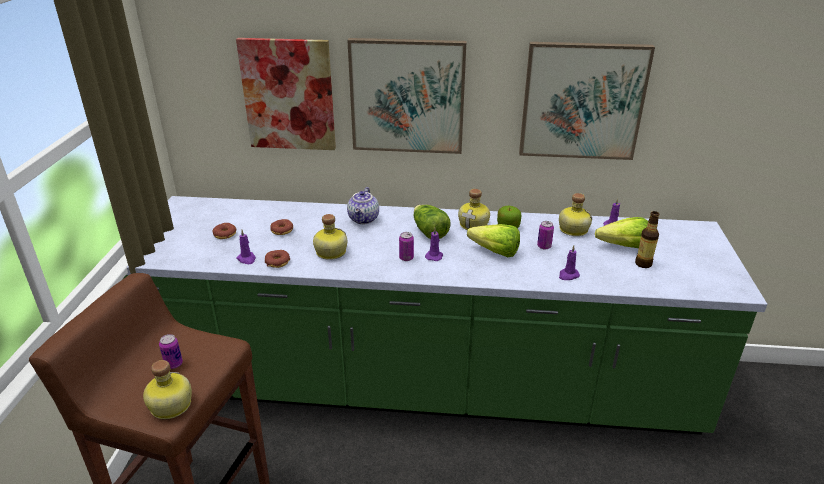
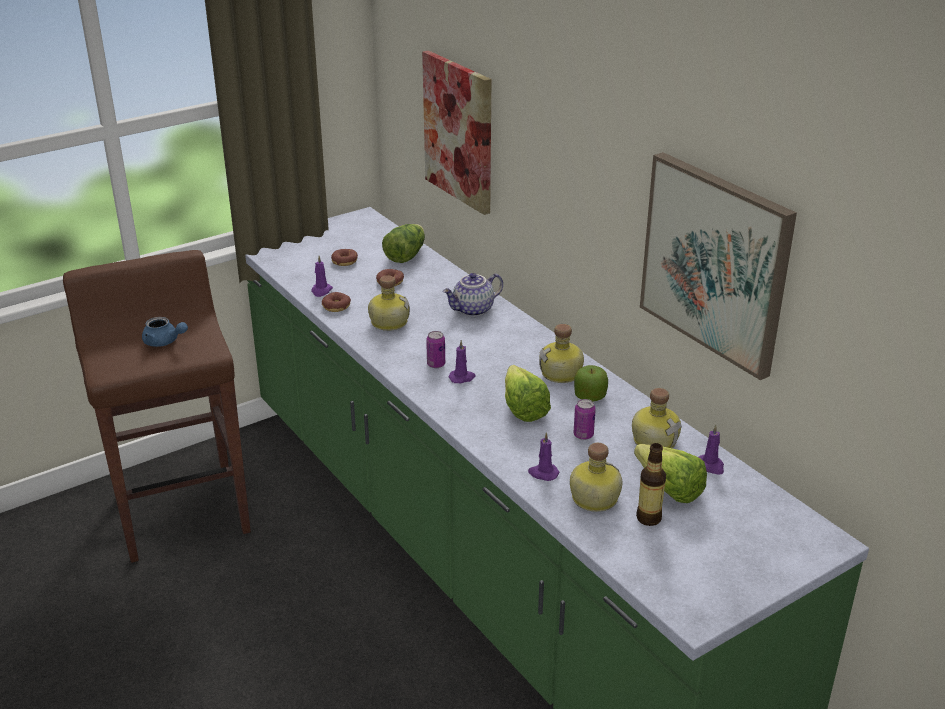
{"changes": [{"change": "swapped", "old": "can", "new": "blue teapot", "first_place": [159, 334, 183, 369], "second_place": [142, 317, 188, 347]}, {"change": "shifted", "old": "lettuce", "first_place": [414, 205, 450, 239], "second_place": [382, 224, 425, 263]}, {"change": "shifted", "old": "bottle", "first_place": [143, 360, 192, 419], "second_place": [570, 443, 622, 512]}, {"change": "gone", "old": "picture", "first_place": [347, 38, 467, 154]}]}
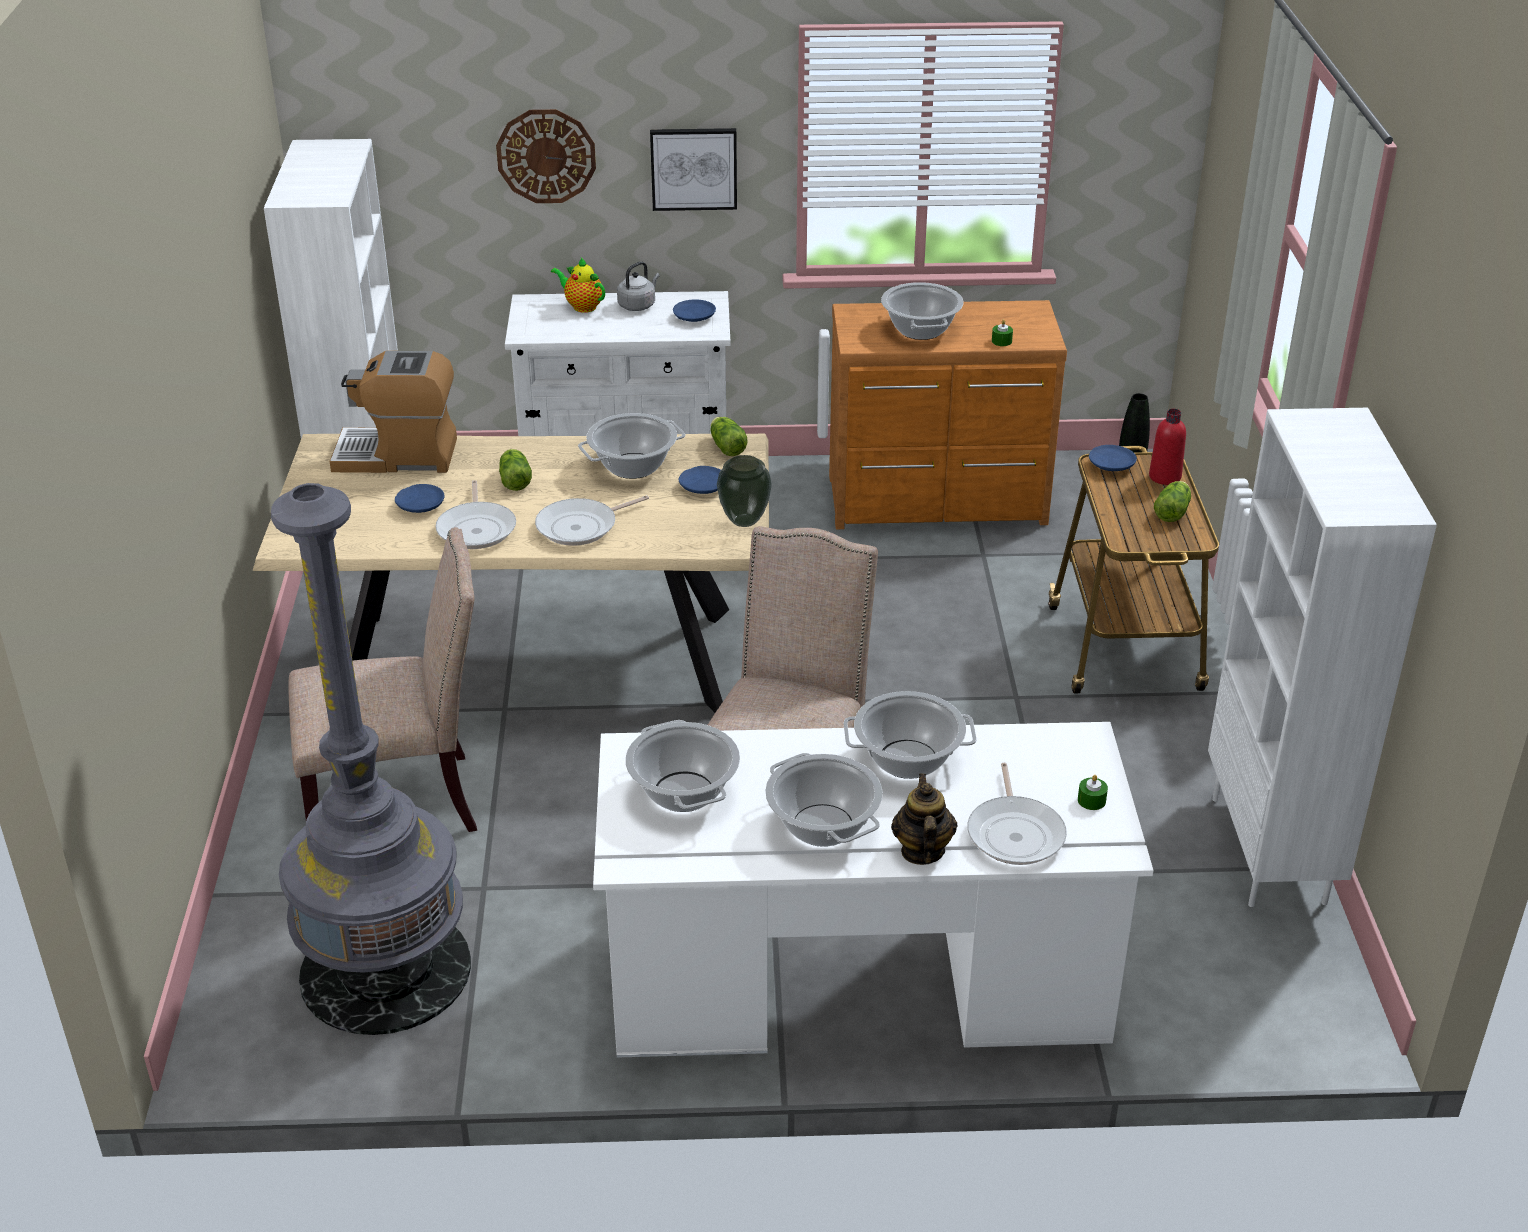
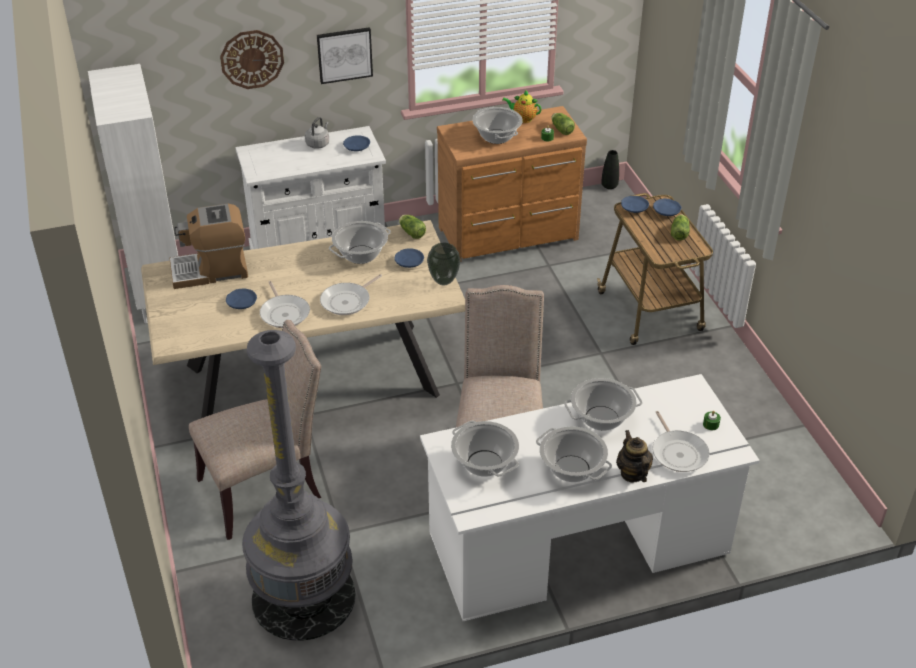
{"changes": [{"change": "shifted", "old": "teapot", "first_place": [551, 258, 605, 313], "second_place": [502, 90, 542, 123]}, {"change": "shifted", "old": "lettuce", "first_place": [499, 449, 532, 491], "second_place": [551, 113, 575, 135]}, {"change": "swapped", "old": "red bottle", "new": "blue plate", "first_place": [1149, 409, 1186, 485], "second_place": [653, 198, 681, 216]}, {"change": "gone", "old": "white bookcase", "first_place": [1208, 408, 1437, 907]}]}
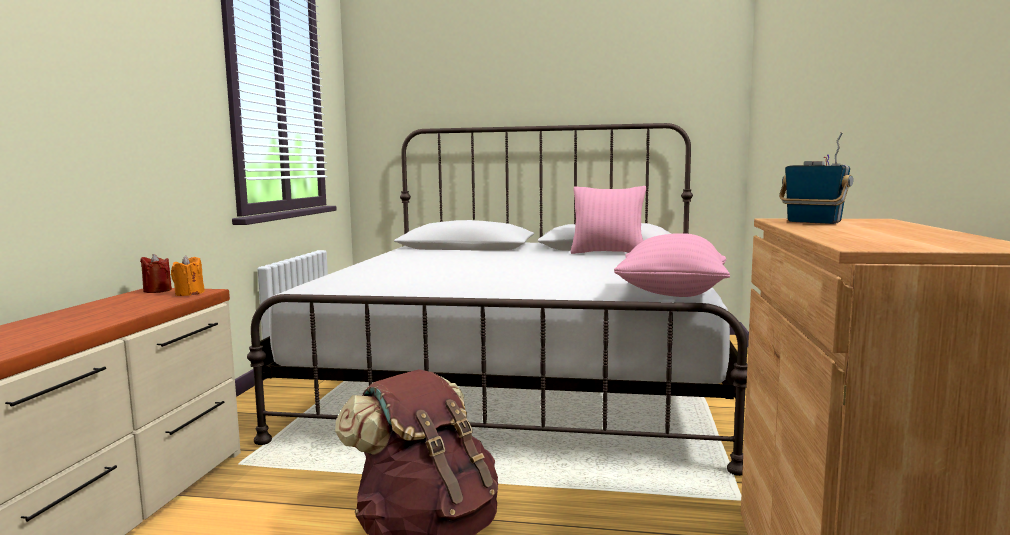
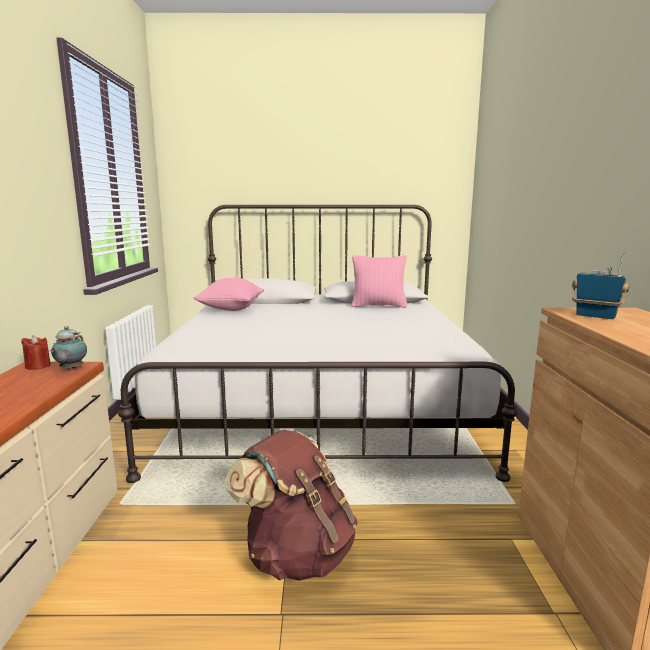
{"changes": [{"change": "swapped", "old": "orange candle", "new": "teapot", "first_place": [171, 255, 204, 296], "second_place": [50, 326, 87, 370]}, {"change": "shifted", "old": "pink pillow", "first_place": [614, 233, 730, 297], "second_place": [194, 277, 264, 311]}]}
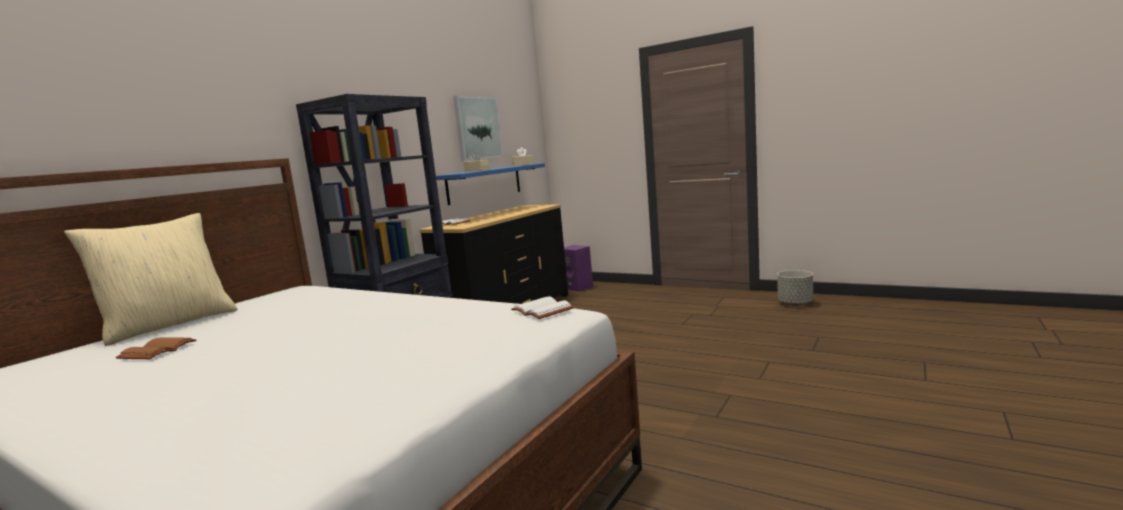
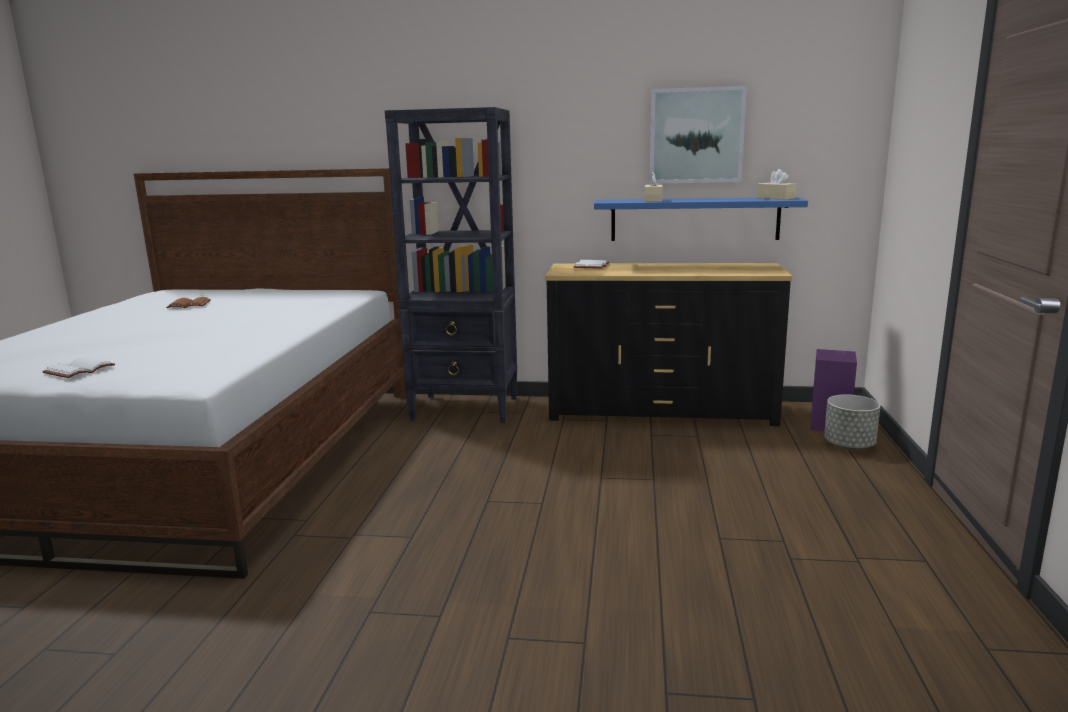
{"changes": [{"change": "shifted", "old": "white book", "first_place": [511, 296, 574, 319], "second_place": [42, 357, 115, 378]}, {"change": "shifted", "old": "grey planter", "first_place": [777, 270, 813, 306], "second_place": [824, 394, 881, 450]}, {"change": "gone", "old": "beige pillow", "first_place": [64, 213, 237, 346]}]}
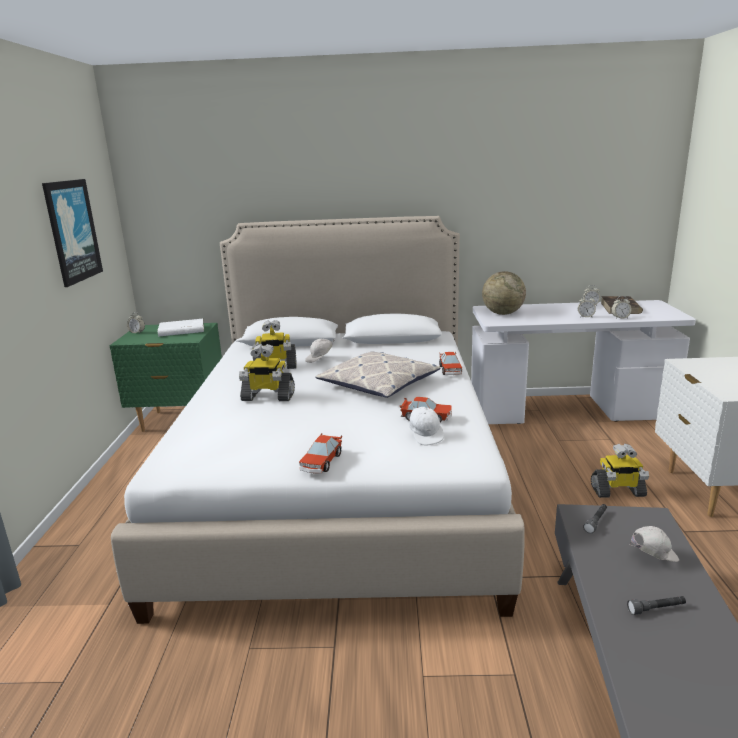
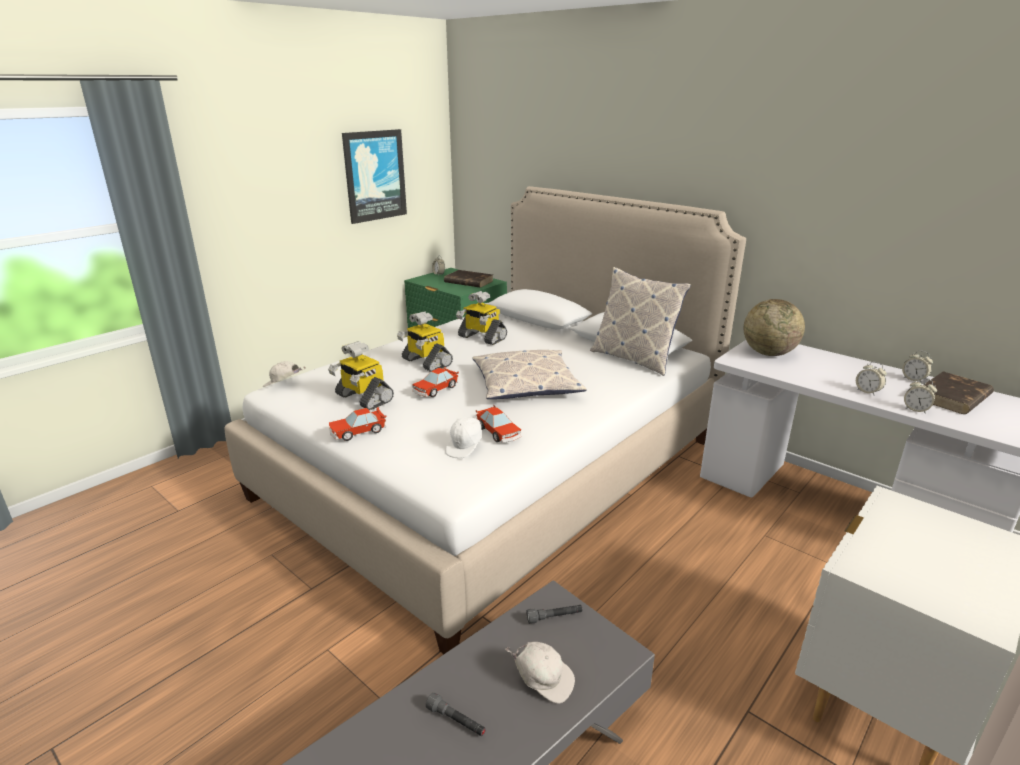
{"changes": [{"change": "shifted", "old": "white cap", "first_place": [305, 339, 335, 363], "second_place": [263, 361, 306, 387]}, {"change": "shifted", "old": "toy robot", "first_place": [591, 444, 649, 498], "second_place": [328, 341, 394, 410]}, {"change": "shifted", "old": "toy car", "first_place": [439, 352, 462, 375], "second_place": [412, 367, 459, 397]}, {"change": "repainted", "old": "white book", "new": "brown book", "first_place": [158, 319, 204, 337], "second_place": [444, 270, 493, 288]}, {"change": "new", "new": "pillow", "second_place": [590, 267, 691, 376]}]}
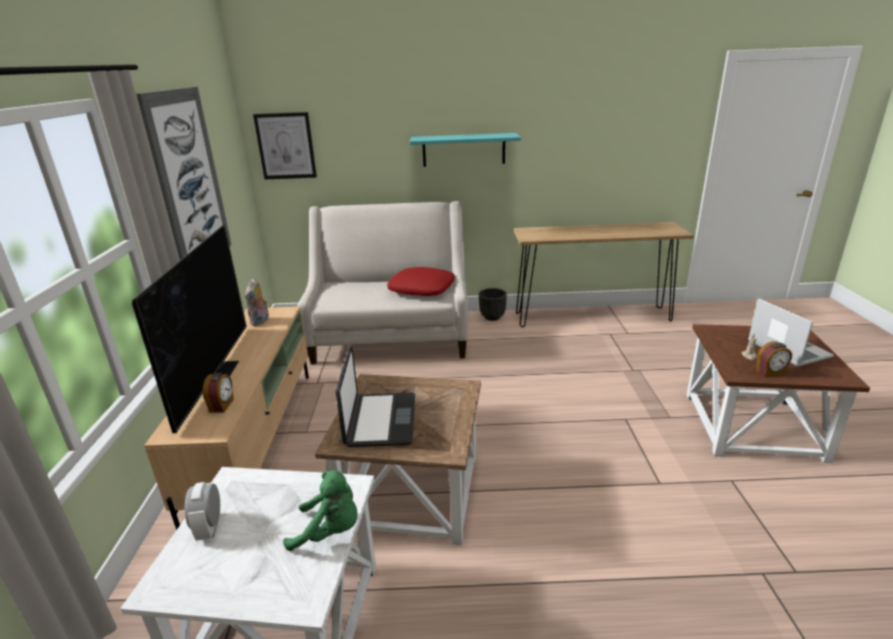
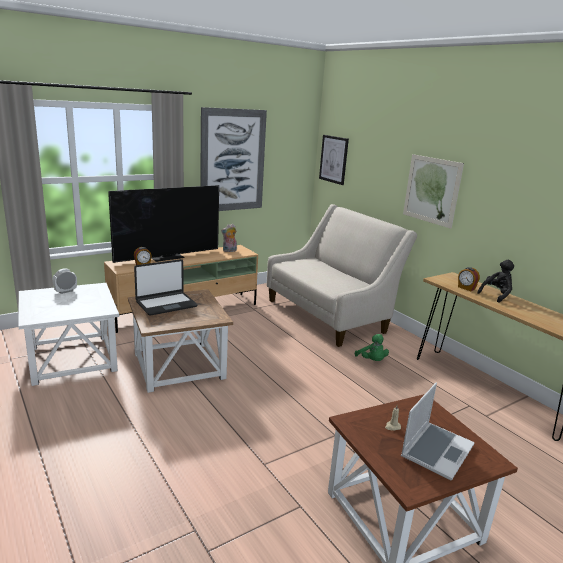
{"changes": [{"change": "shifted", "old": "green plush toy", "first_place": [283, 470, 358, 551], "second_place": [355, 334, 389, 361]}, {"change": "swapped", "old": "turquoise shelf", "new": "picture", "first_place": [410, 133, 521, 167], "second_place": [403, 154, 464, 229]}, {"change": "shifted", "old": "alarm clock", "first_place": [756, 341, 792, 377], "second_place": [458, 267, 480, 291]}, {"change": "new", "new": "black plush toy", "second_place": [477, 260, 514, 303]}, {"change": "gone", "old": "red pillow", "first_place": [387, 267, 455, 296]}, {"change": "gone", "old": "black planter", "first_place": [479, 288, 507, 321]}]}
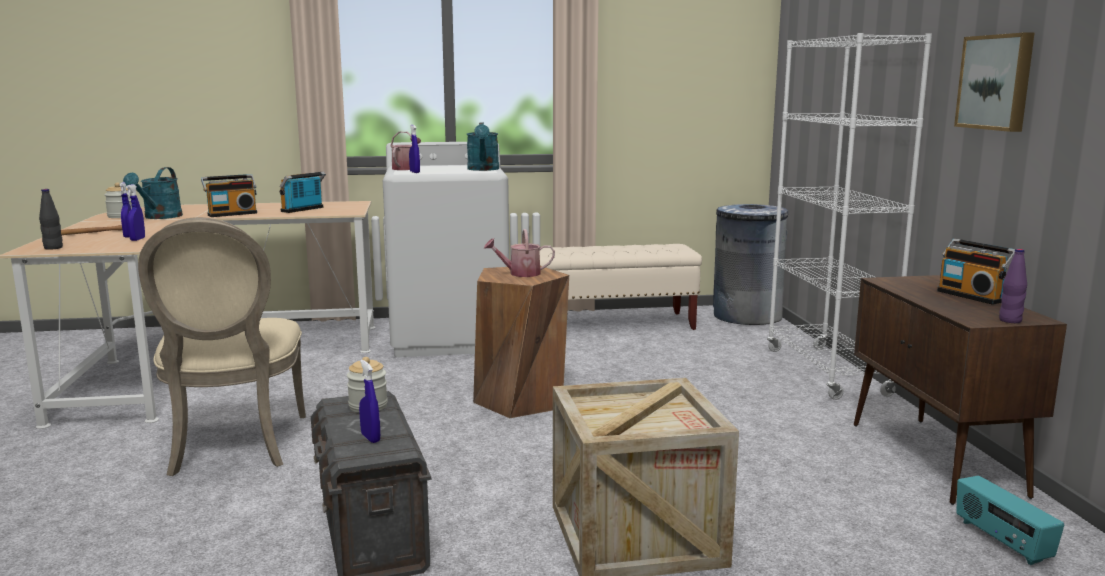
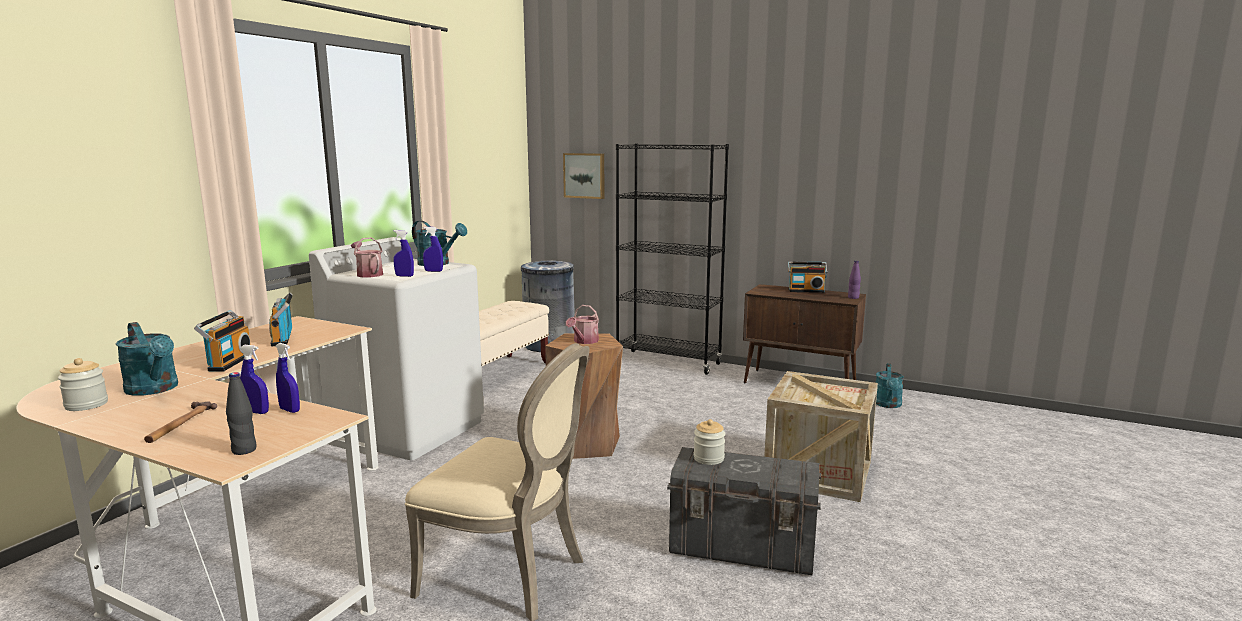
{"changes": [{"change": "shifted", "old": "blue spray bottle", "first_place": [359, 360, 380, 443], "second_place": [423, 227, 443, 272]}, {"change": "shifted", "old": "picture", "first_place": [954, 33, 1034, 132], "second_place": [563, 153, 605, 199]}, {"change": "repainted", "old": "white bookcase", "new": "black bookcase", "first_place": [767, 33, 932, 400], "second_place": [616, 144, 729, 375]}, {"change": "swapped", "old": "radio", "new": "turquoise watering can", "first_place": [956, 476, 1064, 565], "second_place": [875, 363, 904, 408]}]}
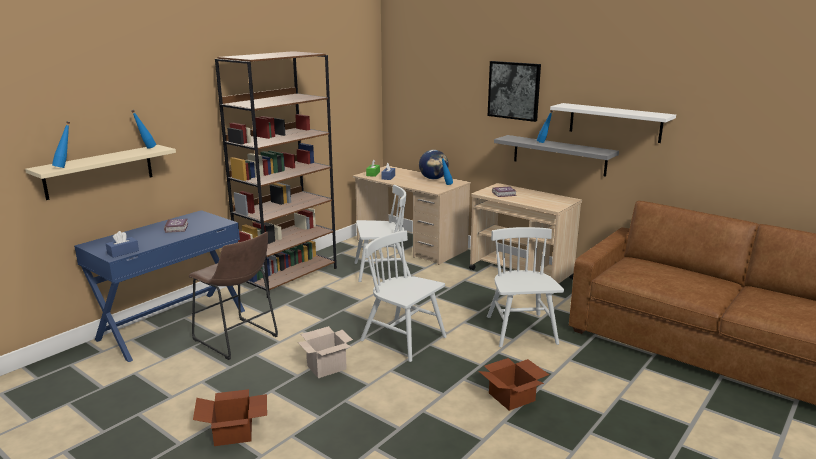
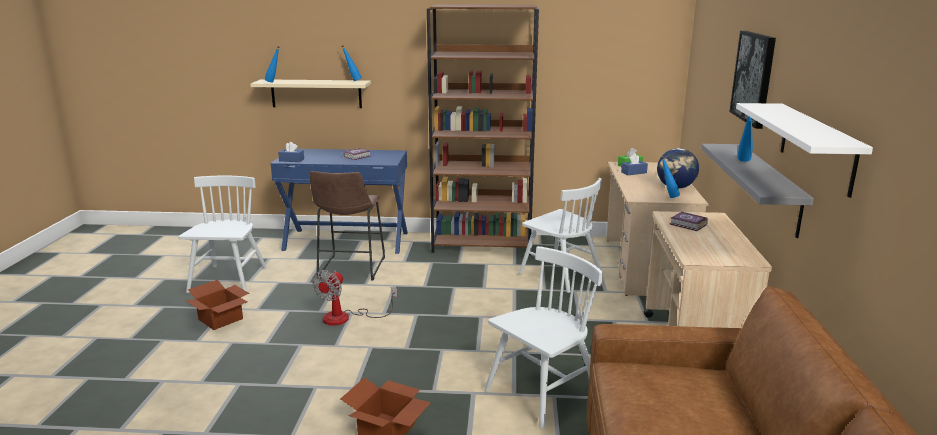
{"changes": [{"change": "shifted", "old": "white chair", "first_place": [360, 230, 447, 362], "second_place": [178, 176, 267, 293]}, {"change": "swapped", "old": "cardboard box", "new": "fan", "first_place": [298, 326, 353, 378], "second_place": [313, 270, 397, 325]}]}
